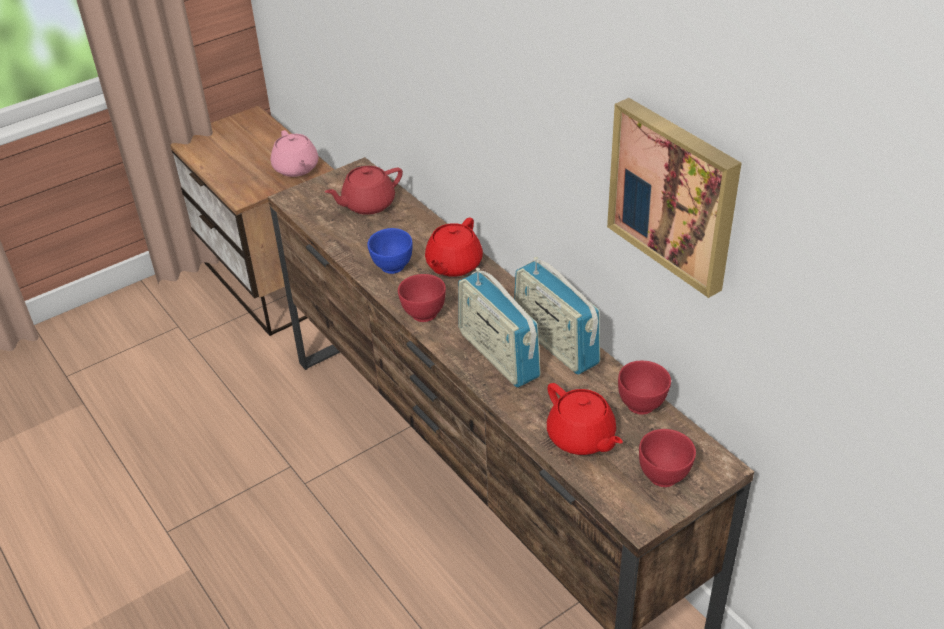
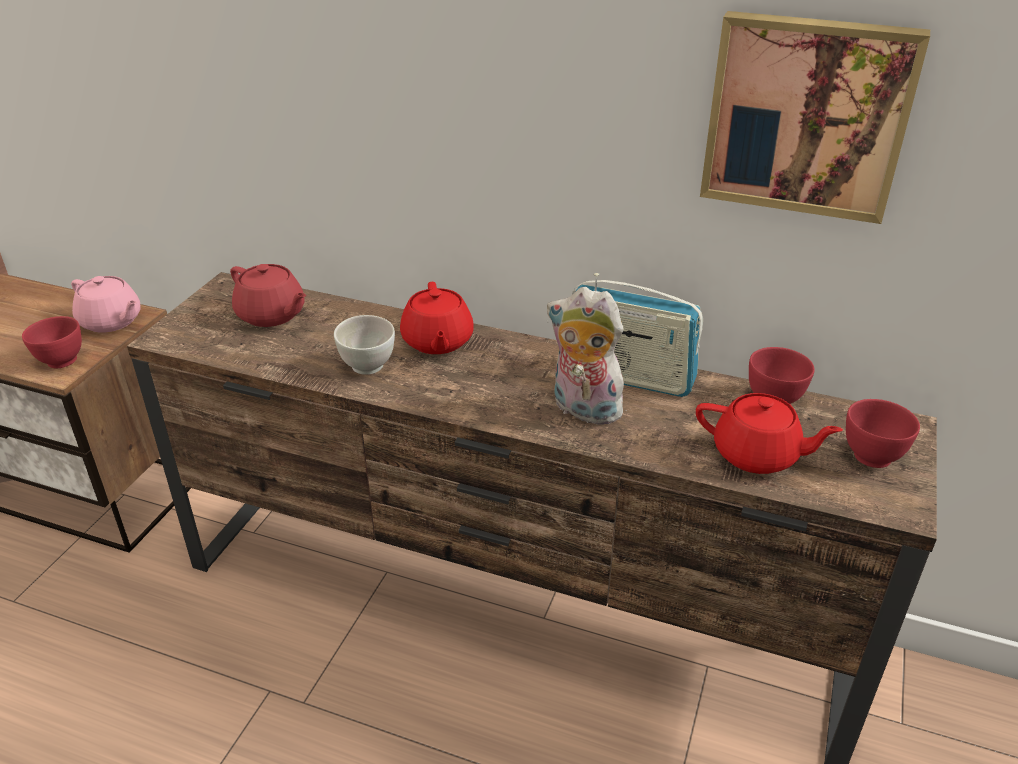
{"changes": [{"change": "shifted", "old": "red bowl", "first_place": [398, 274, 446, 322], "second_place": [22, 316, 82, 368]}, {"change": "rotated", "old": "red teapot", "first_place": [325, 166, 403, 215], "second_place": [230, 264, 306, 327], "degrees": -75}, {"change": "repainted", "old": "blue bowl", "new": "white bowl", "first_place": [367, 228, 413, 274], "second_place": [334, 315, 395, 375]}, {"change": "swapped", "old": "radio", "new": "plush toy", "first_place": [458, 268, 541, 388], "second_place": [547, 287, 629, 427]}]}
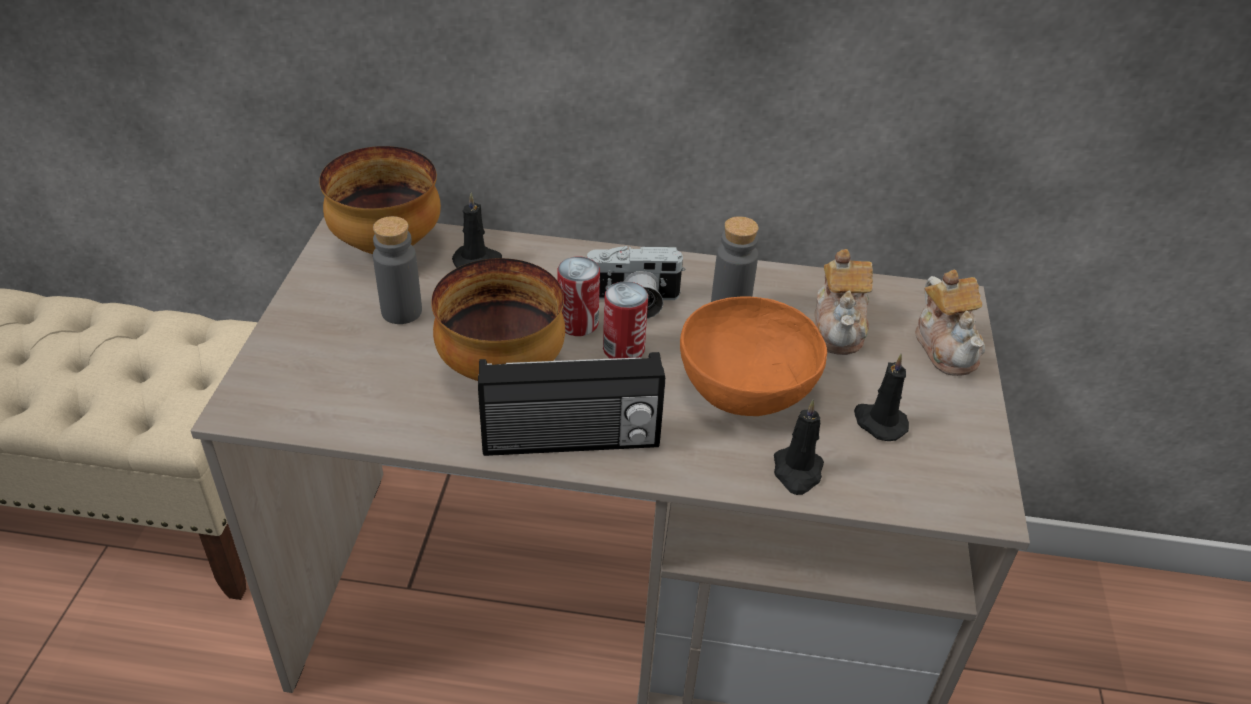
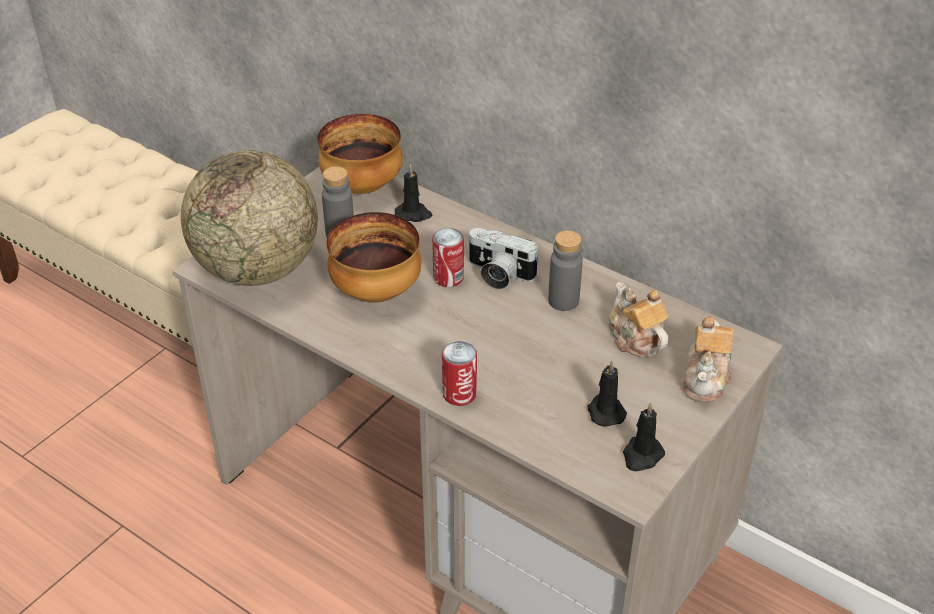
{"changes": [{"change": "new", "new": "globe", "second_place": [181, 150, 318, 286]}, {"change": "shifted", "old": "can", "first_place": [603, 281, 648, 359], "second_place": [442, 341, 477, 406]}, {"change": "rotated", "old": "teapot", "first_place": [814, 249, 873, 355], "second_place": [609, 282, 669, 357], "degrees": 120}, {"change": "shifted", "old": "black candle", "first_place": [774, 400, 824, 495], "second_place": [623, 402, 665, 471]}, {"change": "gone", "old": "radio", "first_place": [478, 352, 665, 456]}, {"change": "gone", "old": "orange bowl", "first_place": [680, 297, 827, 416]}]}
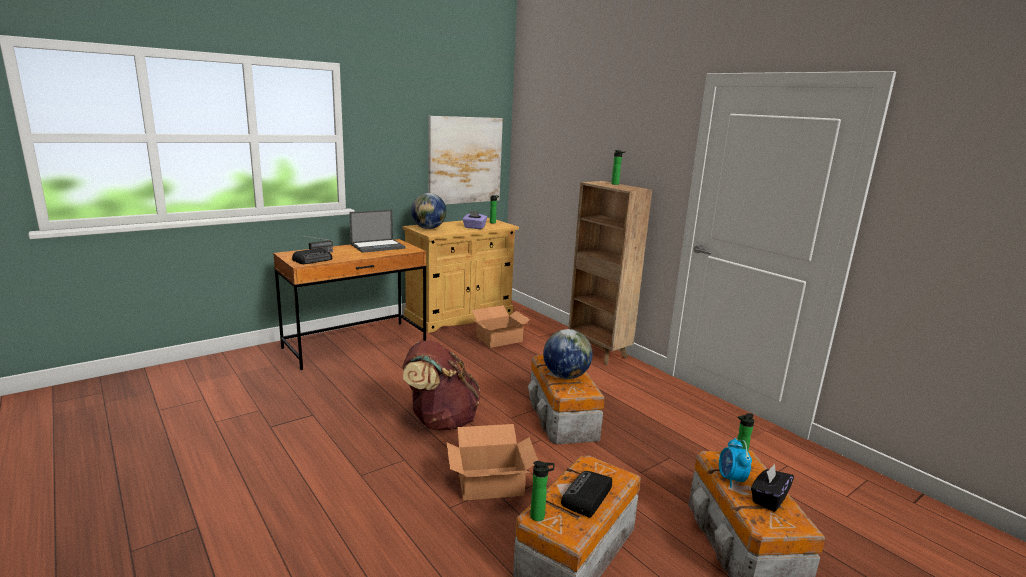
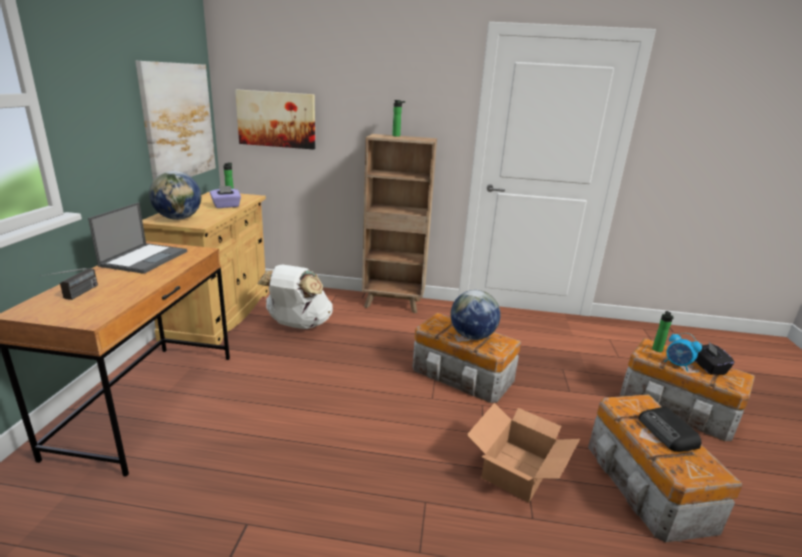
{"changes": [{"change": "new", "new": "picture", "second_place": [235, 89, 315, 150]}, {"change": "swapped", "old": "cardboard box", "new": "white backpack", "first_place": [472, 305, 530, 348], "second_place": [258, 264, 333, 329]}, {"change": "gone", "old": "radio", "first_place": [292, 248, 333, 264]}, {"change": "gone", "old": "brown backpack", "first_place": [402, 340, 480, 431]}, {"change": "gone", "old": "bottle", "first_place": [530, 461, 555, 521]}]}
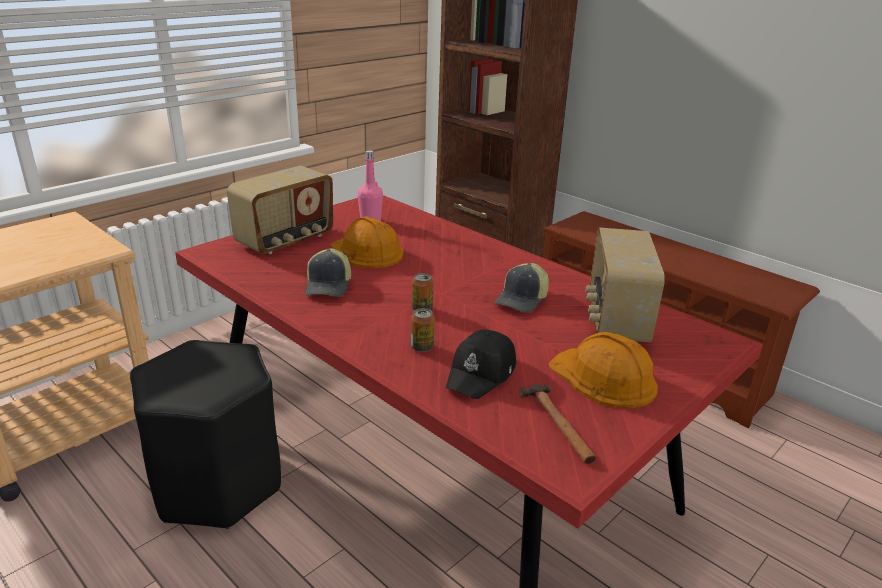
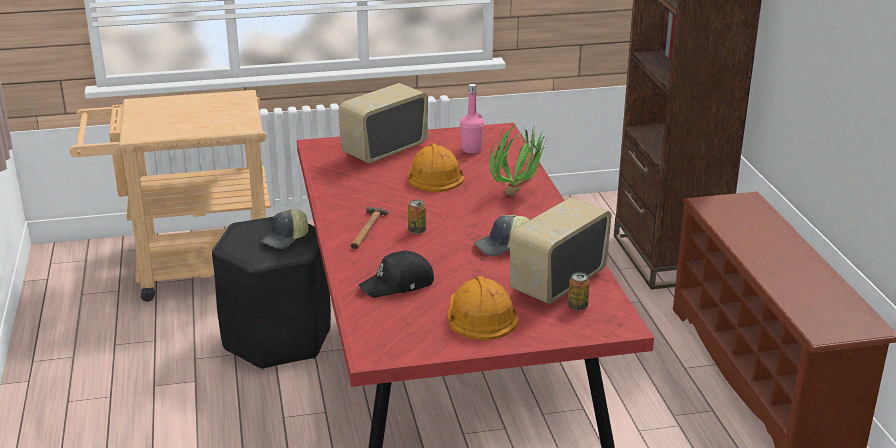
{"changes": [{"change": "shifted", "old": "cap", "first_place": [305, 249, 351, 296], "second_place": [260, 209, 309, 249]}, {"change": "rotated", "old": "radio", "first_place": [227, 166, 334, 254], "second_place": [339, 83, 428, 163], "degrees": 150}, {"change": "shifted", "old": "hammer", "first_place": [519, 384, 596, 464], "second_place": [351, 207, 389, 249]}, {"change": "new", "new": "potted plant", "second_place": [489, 124, 547, 196]}, {"change": "shifted", "old": "can", "first_place": [411, 308, 435, 352], "second_place": [568, 272, 590, 311]}]}
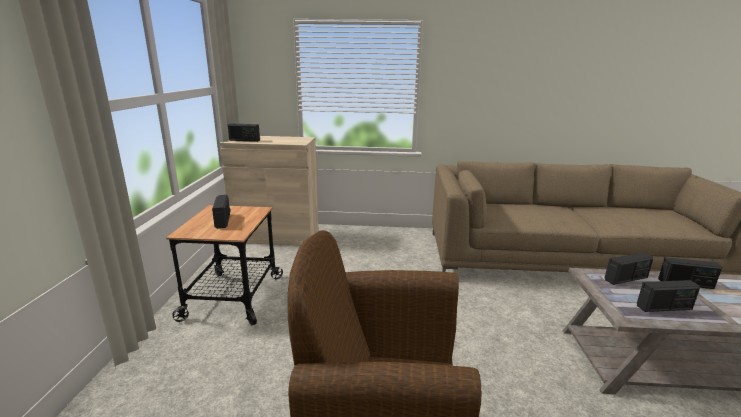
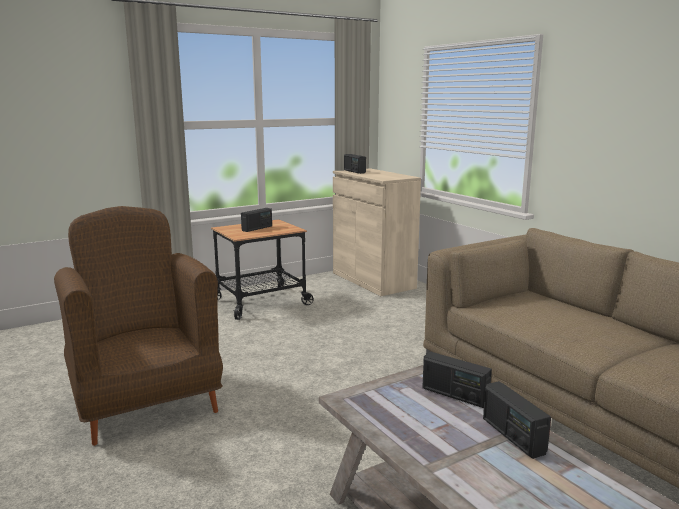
{"changes": [{"change": "gone", "old": "radio", "first_place": [637, 280, 700, 312]}]}
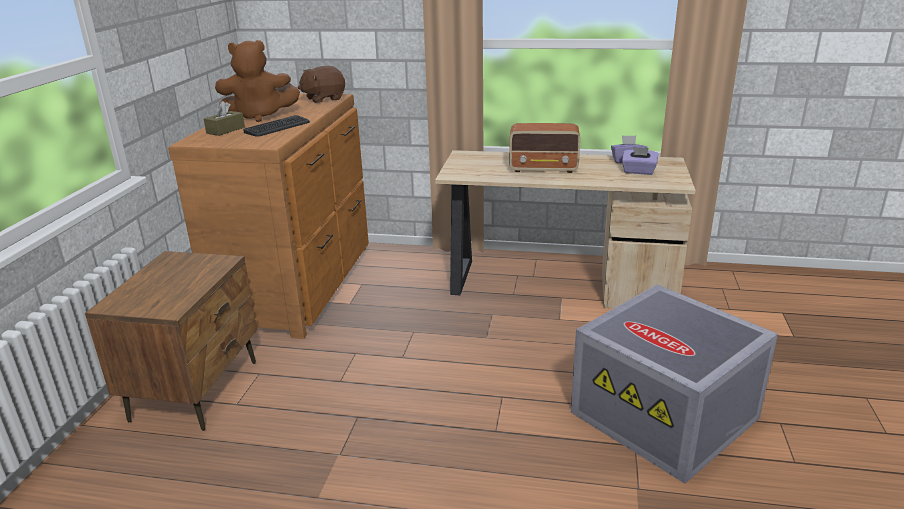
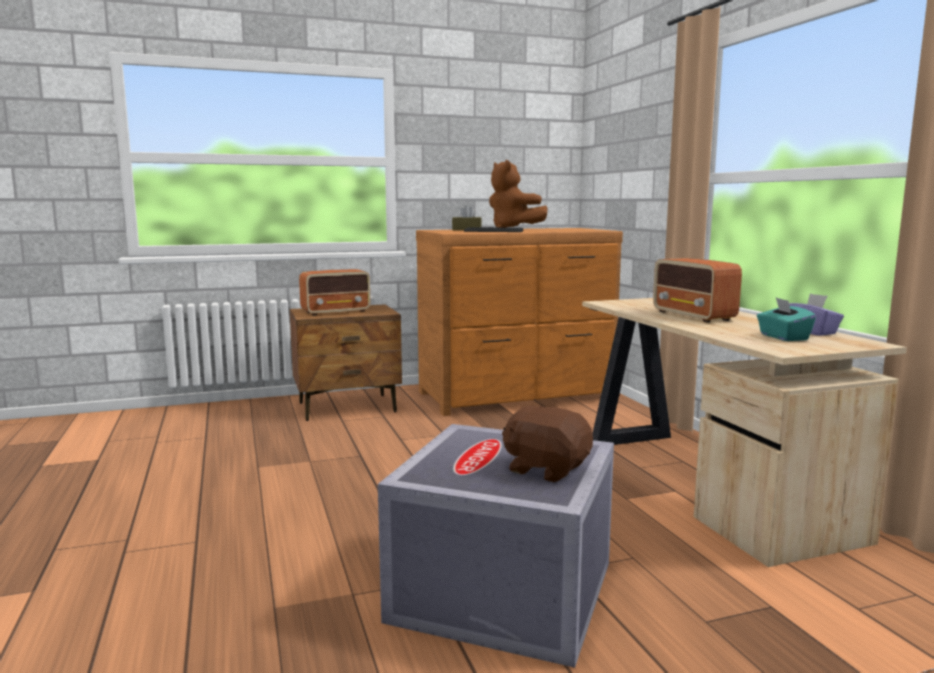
{"changes": [{"change": "new", "new": "radio", "second_place": [299, 269, 370, 316]}, {"change": "shifted", "old": "brown plush toy", "first_place": [298, 66, 345, 103], "second_place": [502, 405, 593, 482]}, {"change": "repainted", "old": "purple tissue box", "new": "turquoise tissue box", "first_place": [622, 147, 658, 175], "second_place": [757, 298, 816, 341]}]}
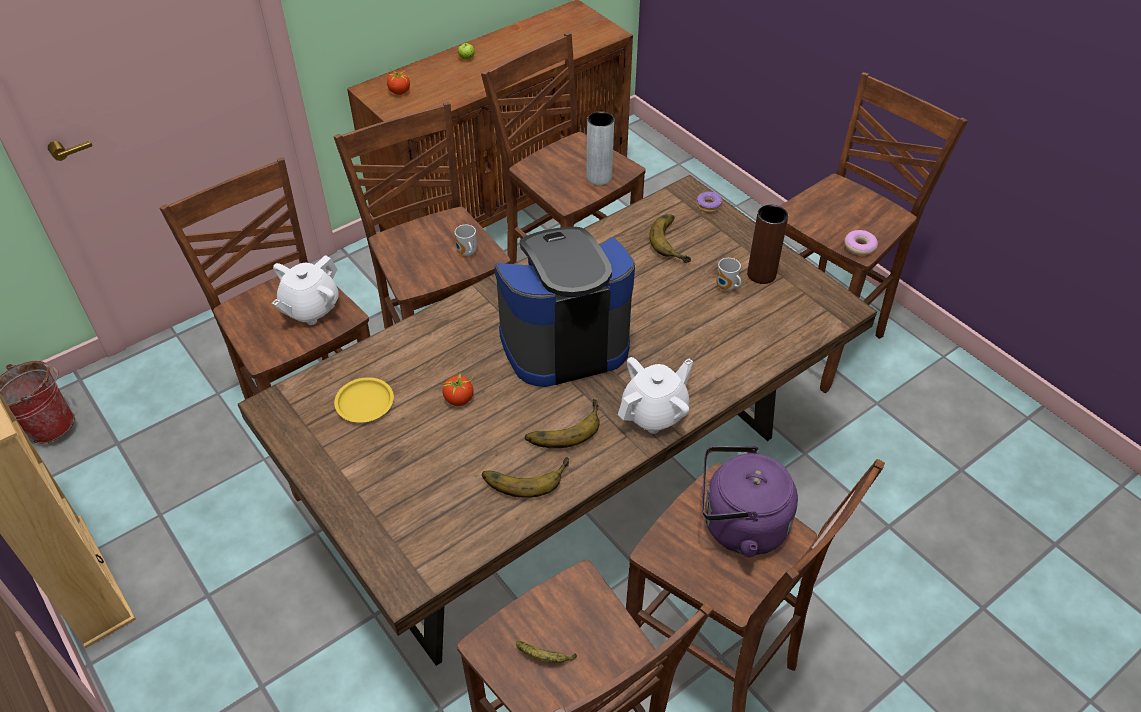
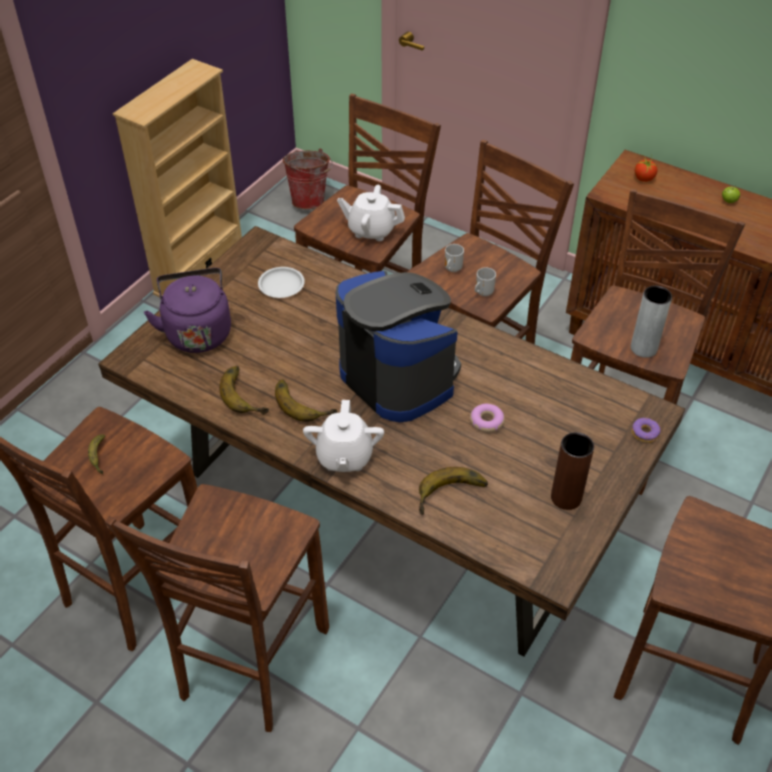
{"changes": [{"change": "shifted", "old": "purple kettle", "first_place": [702, 446, 798, 557], "second_place": [144, 268, 231, 353]}, {"change": "repainted", "old": "yellow plate", "new": "white plate", "first_place": [334, 377, 394, 423], "second_place": [258, 267, 305, 298]}, {"change": "rotated", "old": "white teapot", "first_place": [618, 357, 693, 434], "second_place": [303, 400, 384, 472], "degrees": 60}, {"change": "shifted", "old": "banana", "first_place": [649, 214, 691, 263], "second_place": [418, 467, 488, 515]}, {"change": "shifted", "old": "mug", "first_place": [716, 258, 741, 291], "second_place": [445, 244, 464, 272]}, {"change": "shifted", "old": "donut", "first_place": [844, 230, 878, 255], "second_place": [470, 404, 505, 433]}, {"change": "gone", "old": "tomato", "first_place": [441, 373, 474, 406]}]}
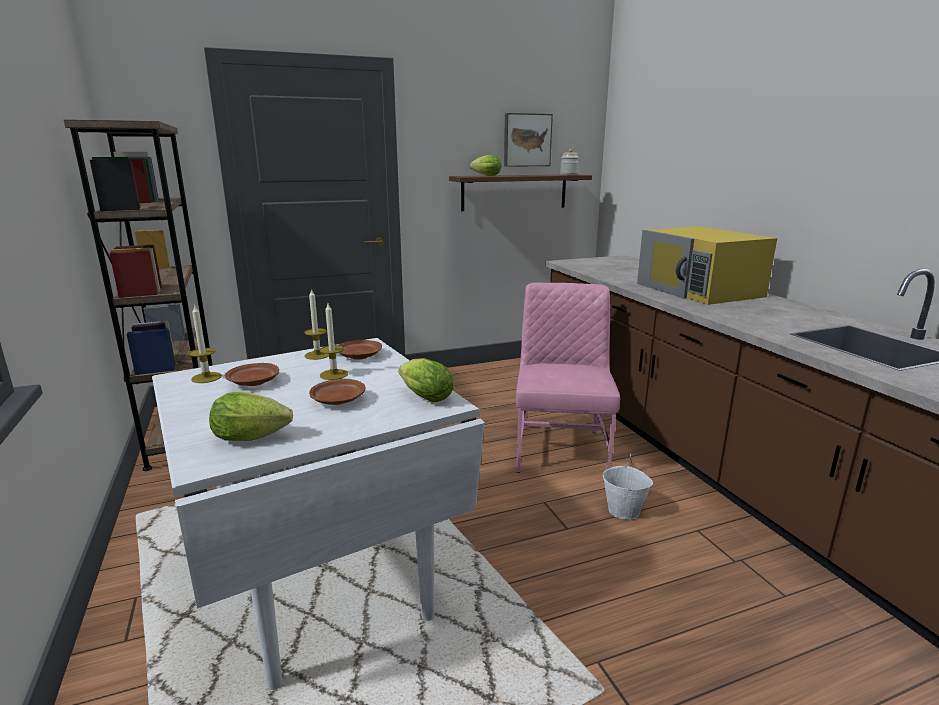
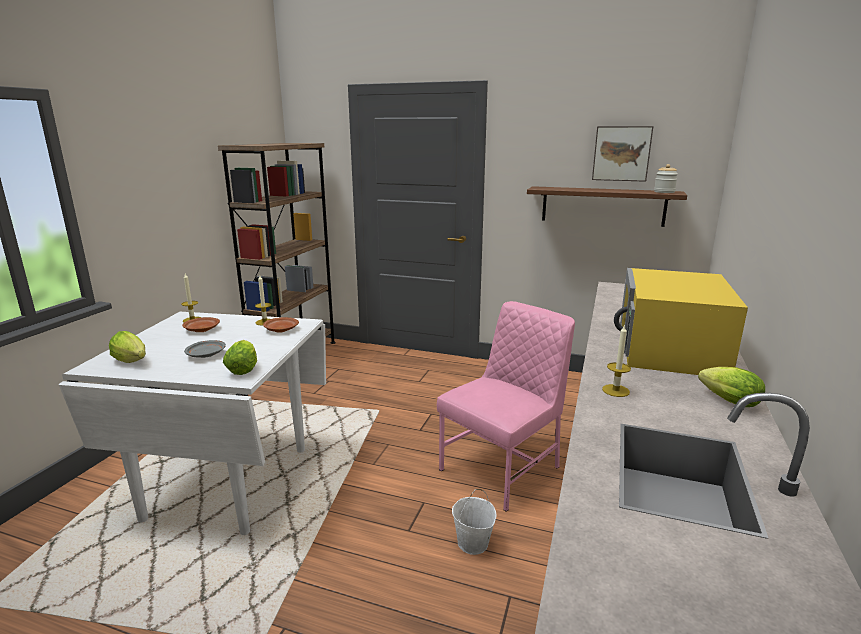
{"changes": [{"change": "repainted", "old": "brown plate", "new": "grey plate", "first_place": [309, 379, 365, 405], "second_place": [184, 340, 226, 358]}, {"change": "shifted", "old": "candle", "first_place": [320, 303, 348, 380], "second_place": [602, 324, 631, 397]}, {"change": "shifted", "old": "lettuce", "first_place": [470, 155, 501, 176], "second_place": [698, 367, 765, 407]}]}
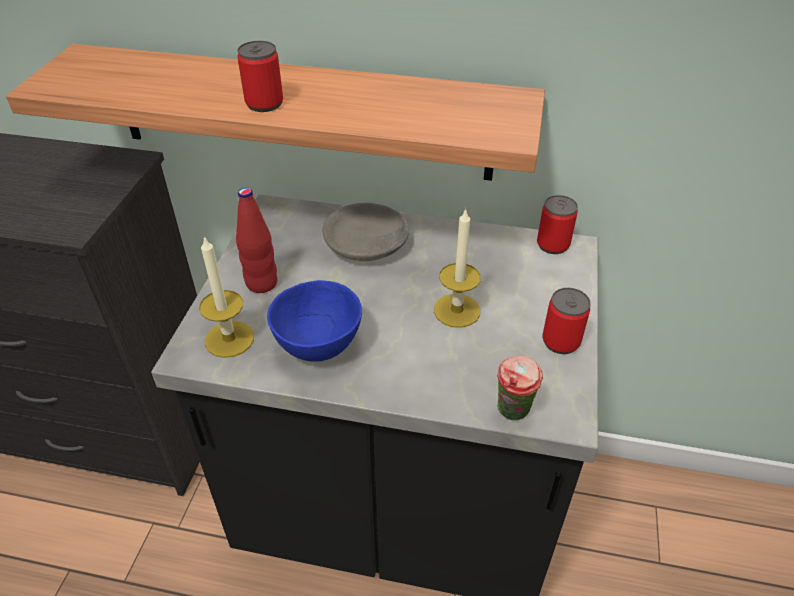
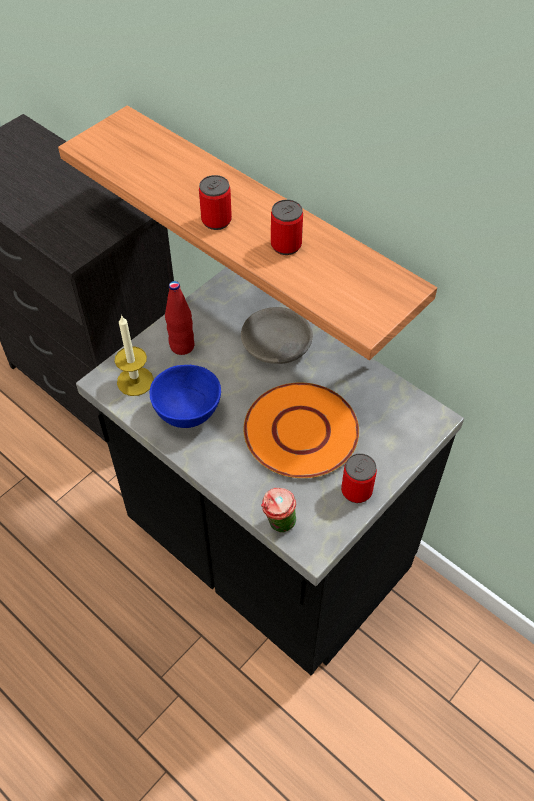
{"changes": [{"change": "swapped", "old": "candle", "new": "orange plate", "first_place": [434, 208, 481, 328], "second_place": [244, 382, 359, 478]}, {"change": "shifted", "old": "can", "first_place": [537, 195, 578, 254], "second_place": [271, 200, 303, 255]}]}
